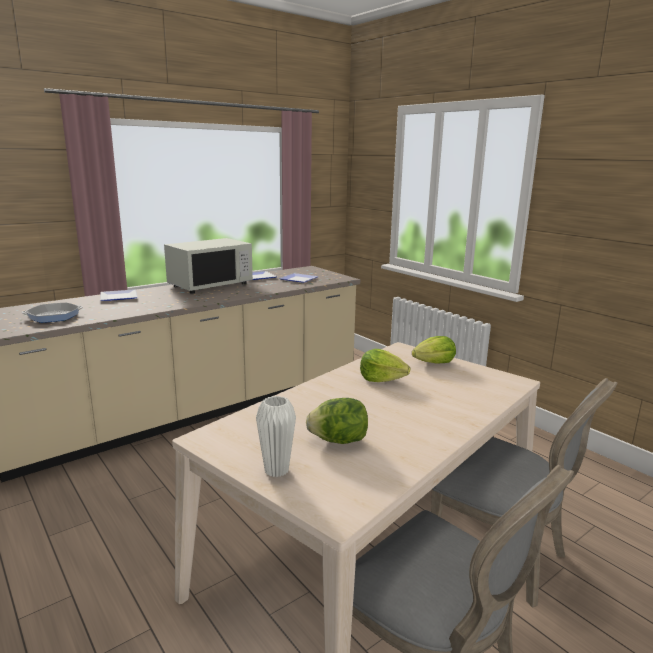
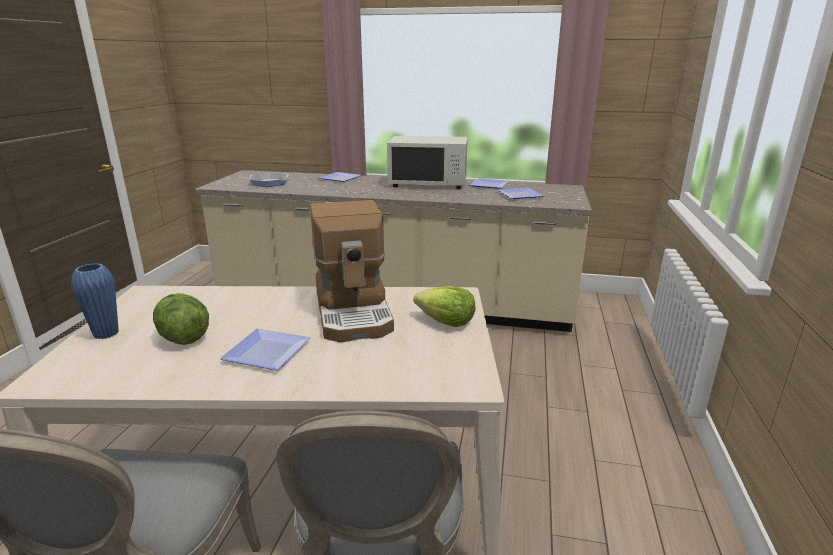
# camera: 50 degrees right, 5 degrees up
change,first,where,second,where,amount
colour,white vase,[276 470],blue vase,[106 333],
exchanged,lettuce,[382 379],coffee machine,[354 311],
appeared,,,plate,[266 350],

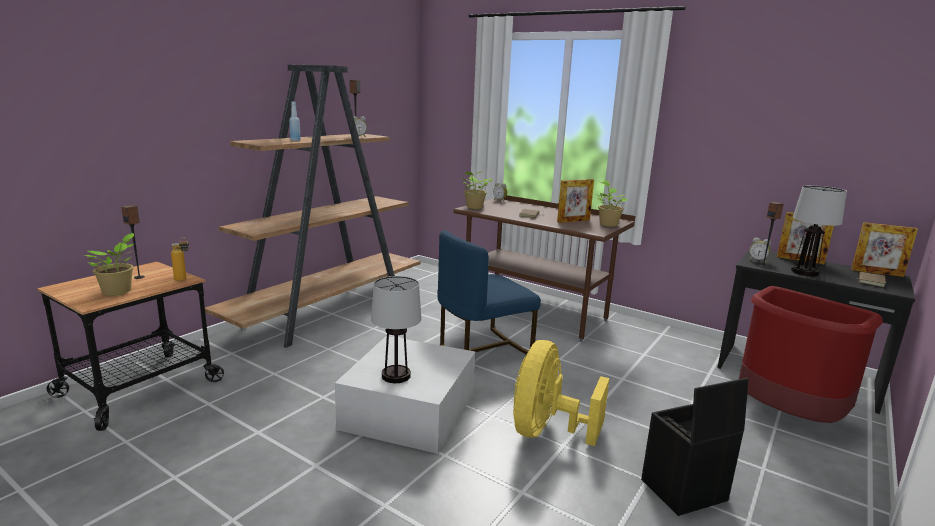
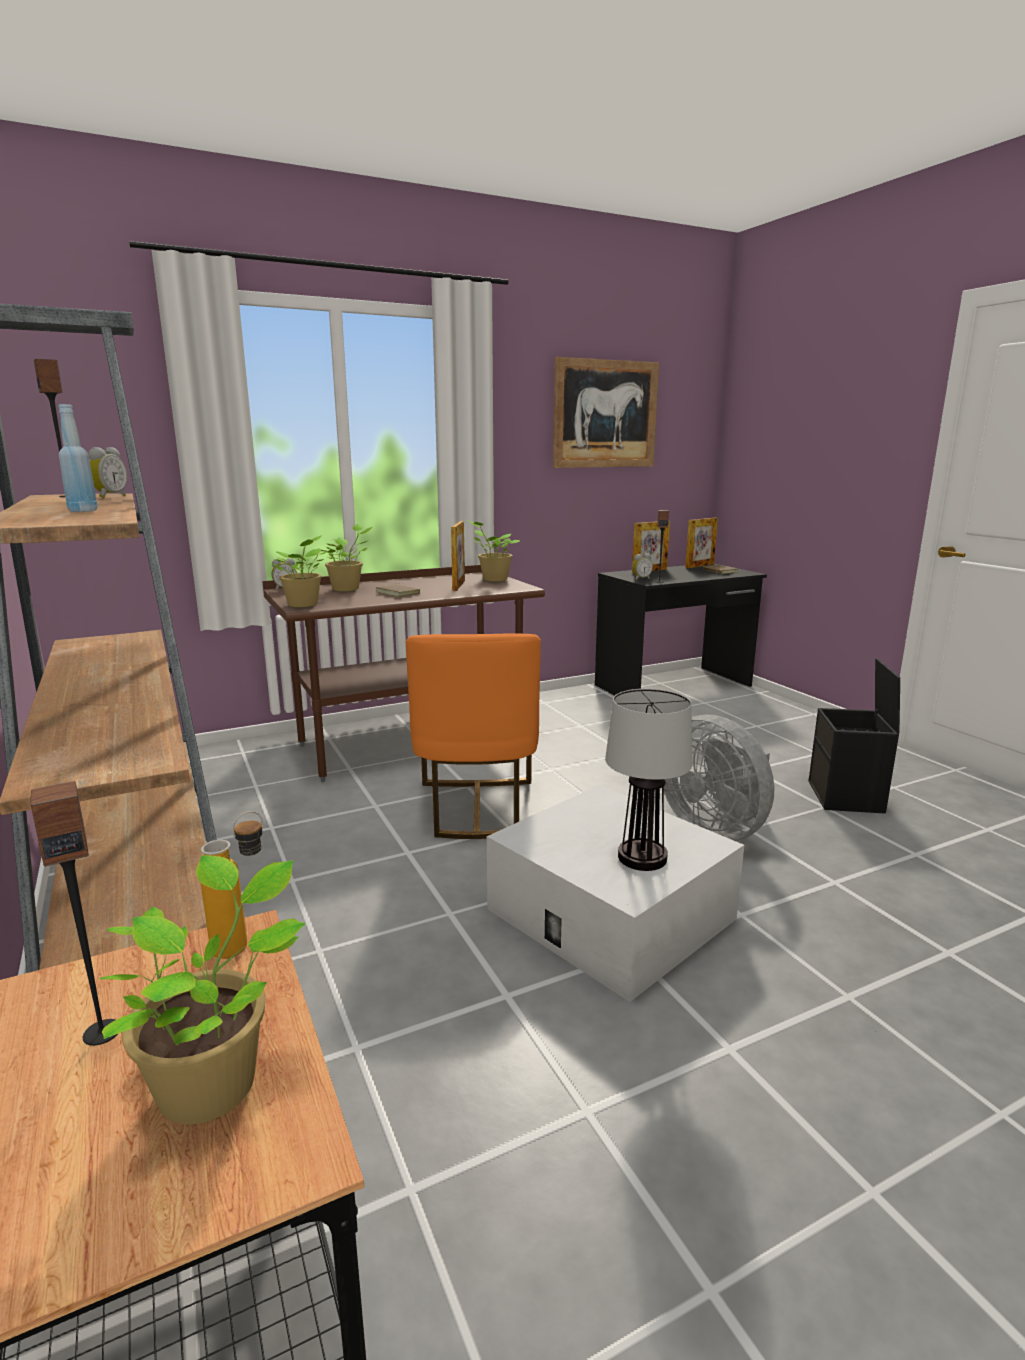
# camera: 60 degrees left, 0 degrees up
change,first,where,second,where,amount
colour,blue chair,[482 349],orange chair,[476 808],
colour,yellow fan,[547 431],grey fan,[715 829],
missing,red trash can,[787 416],,,
missing,table lamp,[805 272],,,
appeared,,,potted plant,[348 589],
appeared,,,picture,[605 414],

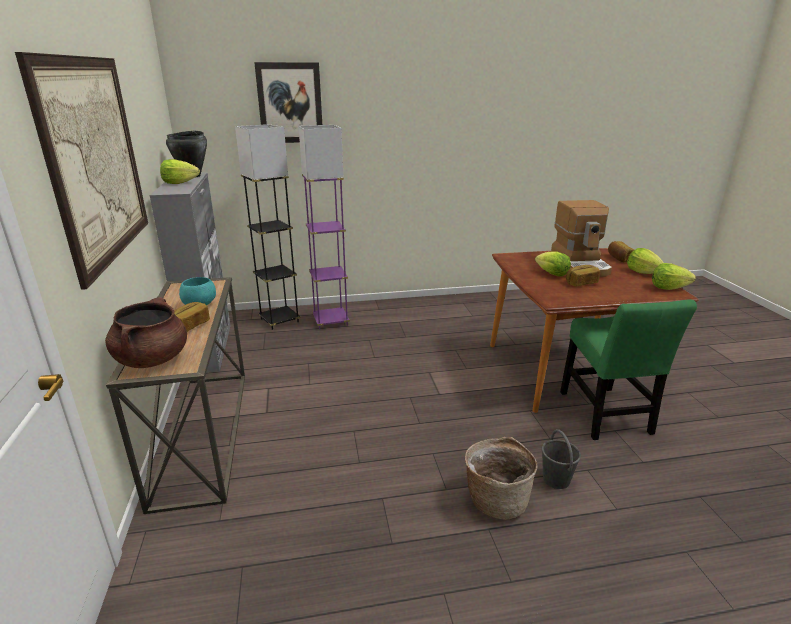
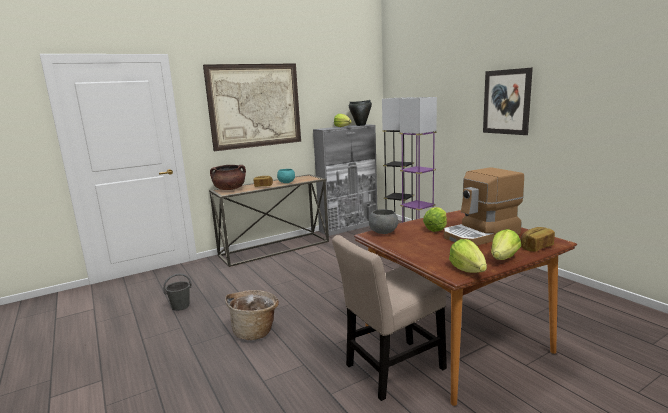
# camera: 70 degrees right, 10 degrees down
change,first,where,second,where,amount
relocated,picture,[290 103],,[507 102],
relocated,grey bucket,[556 479],,[181 306],
colour,green chair,[606 415],beige chair,[391 369],
missing,bread,[581 283],,,
appeared,,,grey bowl,[383 233],

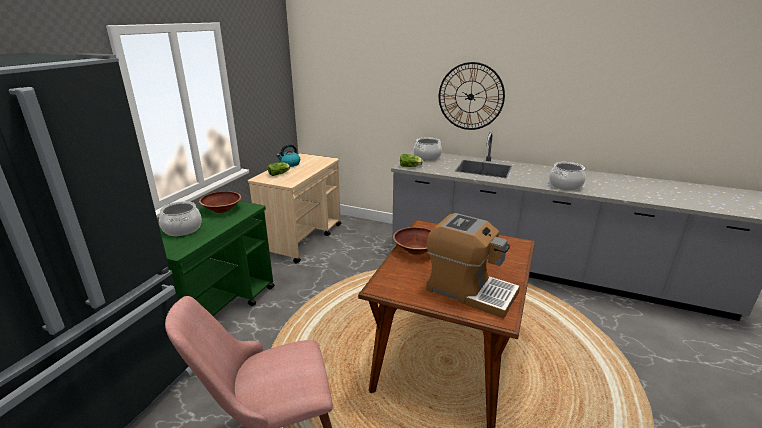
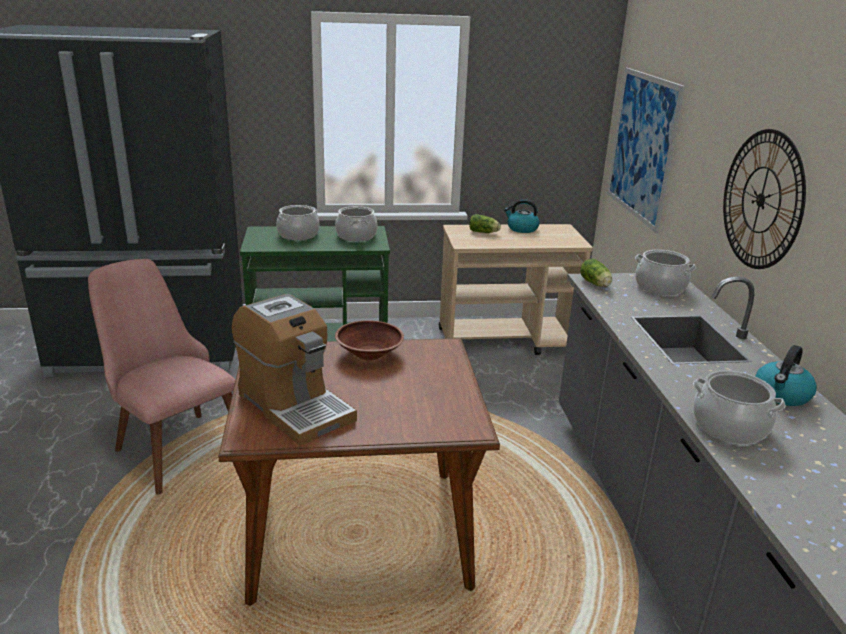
# camera: 60 degrees right, 0 degrees up
change,first,where,second,where,amount
exchanged,brown bowl,[222 209],cooking pot,[356 236],
spun,coffee machine,[469 291],,[294 406],45 degrees counterclockwise
appeared,,,picture,[642 146],
appeared,,,kettle,[781 395],

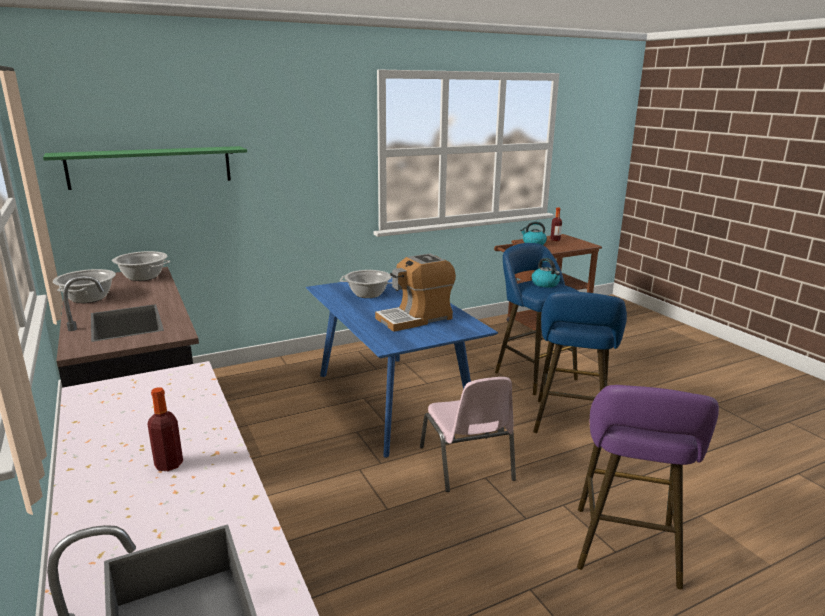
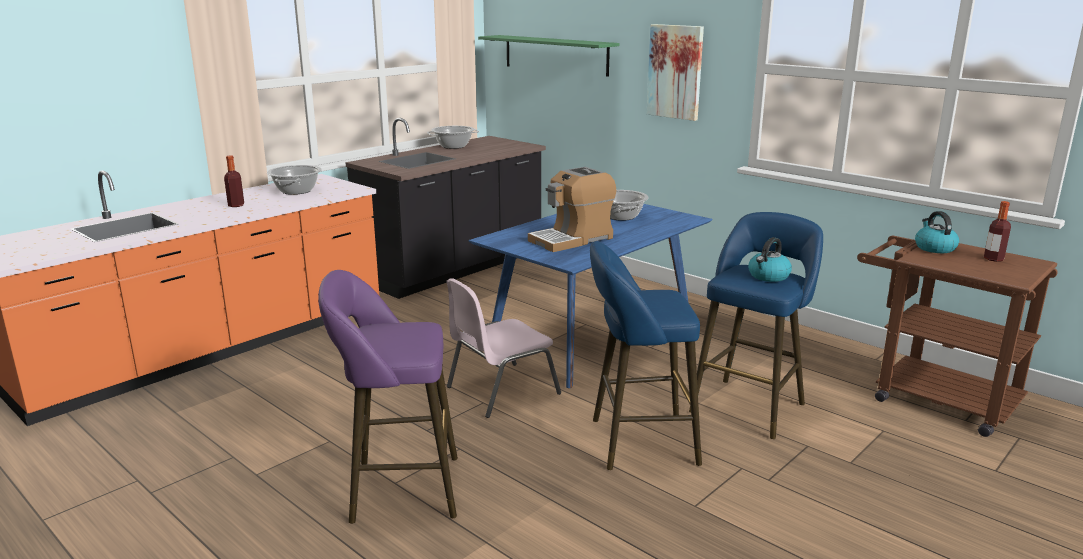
# camera: 70 degrees right, 0 degrees up
change,first,where,second,where,amount
relocated,cooking pot,[143 277],,[296 191],
spun,coffee machine,[415 318],,[572 239],75 degrees counterclockwise
appeared,,,picture,[675 72],

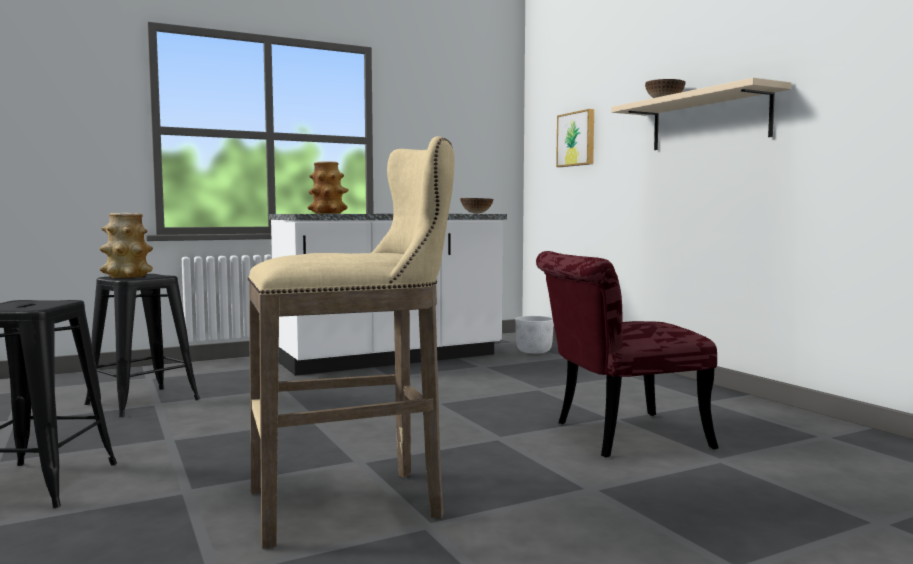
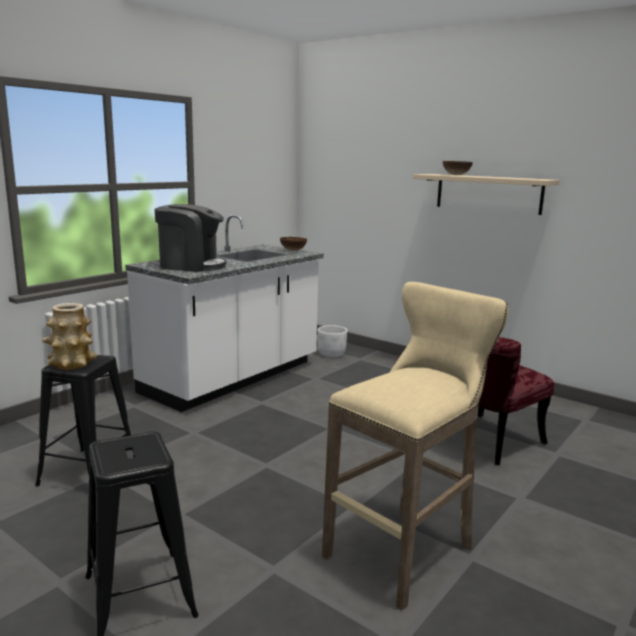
# camera: 25 degrees left, 10 degrees up
change,first,where,second,where,amount
exchanged,vase,[328 213],coffee machine,[191 266],
missing,picture,[577 139],,,

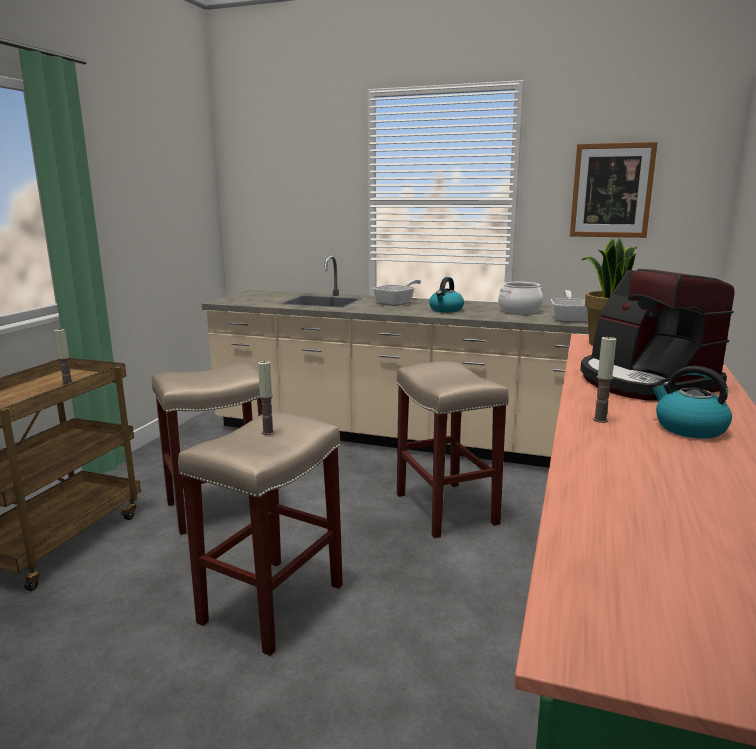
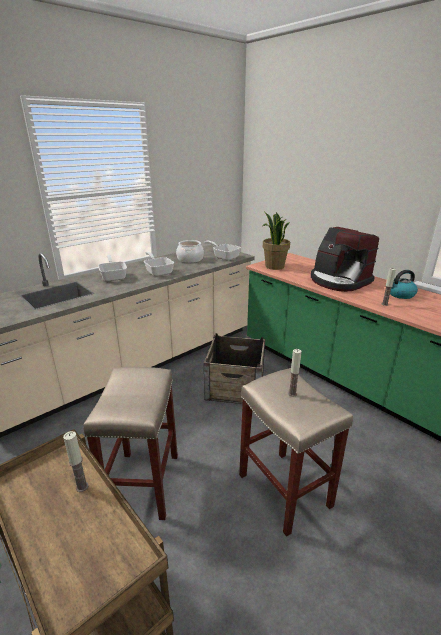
# camera: 60 degrees left, 10 degrees up
change,first,where,second,where,amount
exchanged,beige stool,[447 509],crate,[235 386],
exchanged,kettle,[446 310],frying pan,[158 272],
missing,picture,[611 190],,,
spun,coffee machine,[644 382],,[339 281],45 degrees clockwise

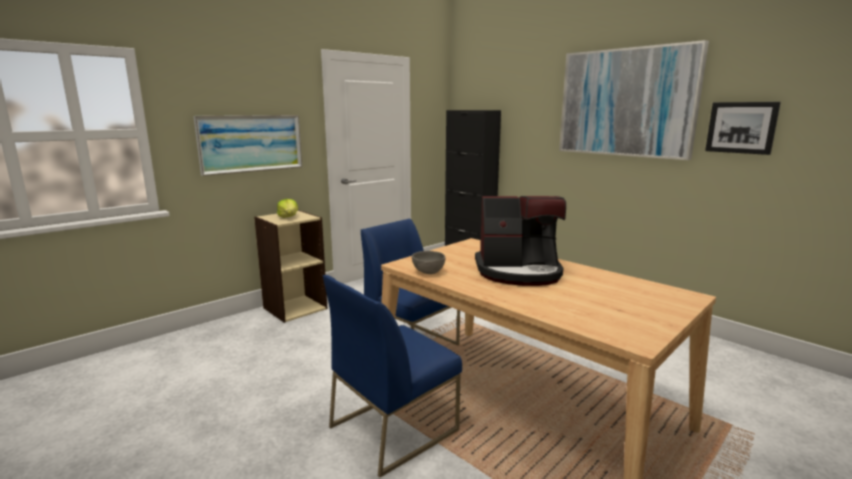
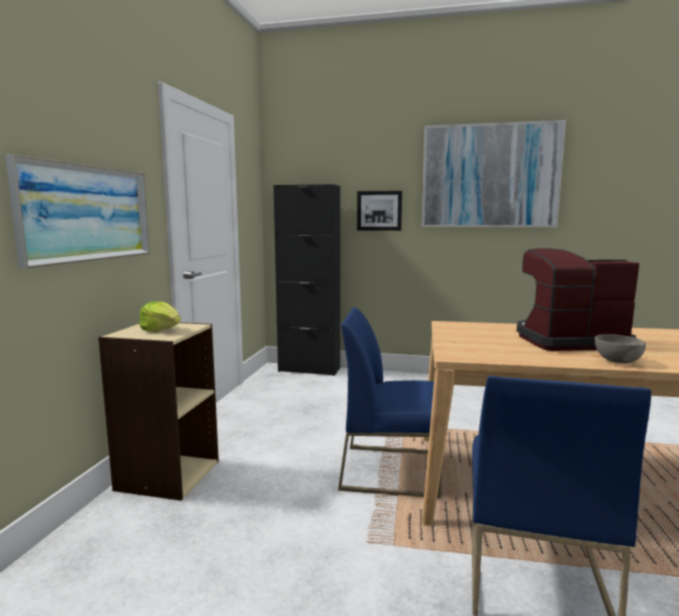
# camera: 35 degrees left, 5 degrees down
change,first,where,second,where,amount
relocated,grey bowl,[428 272],,[618 362],
spun,coffee machine,[519 272],,[567 340],150 degrees counterclockwise
relocated,picture,[741 127],,[379 210],

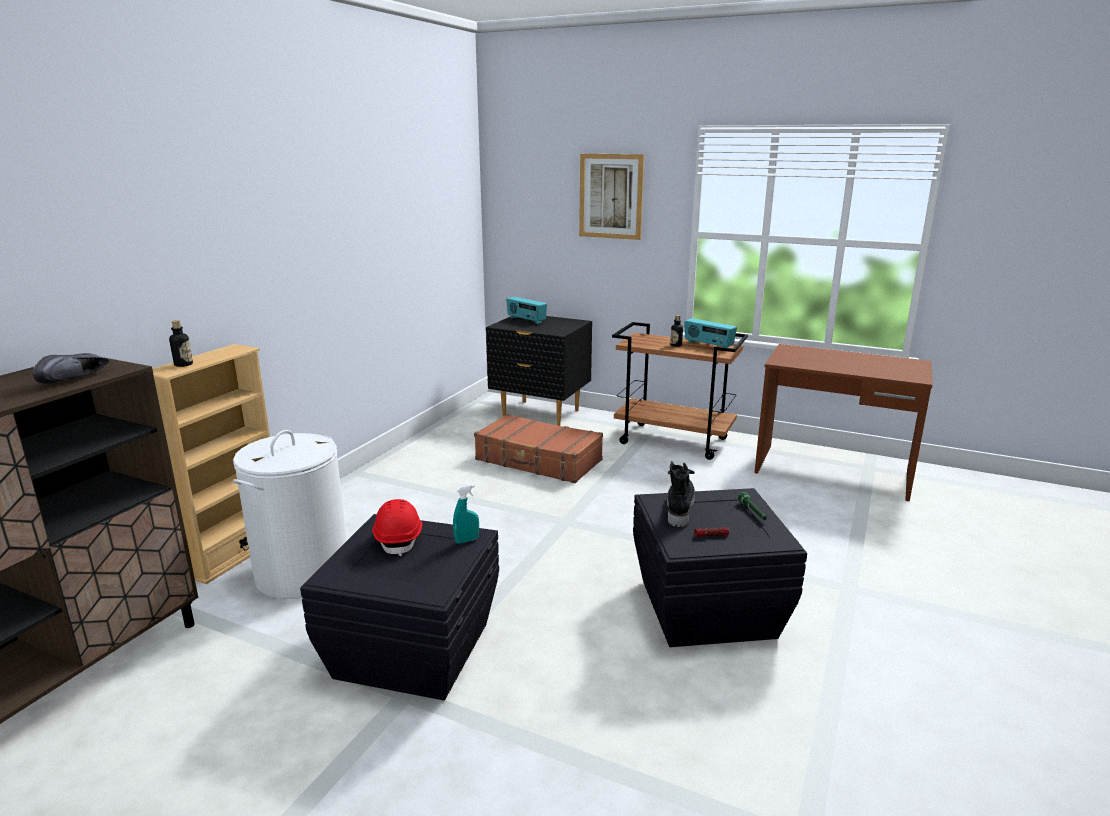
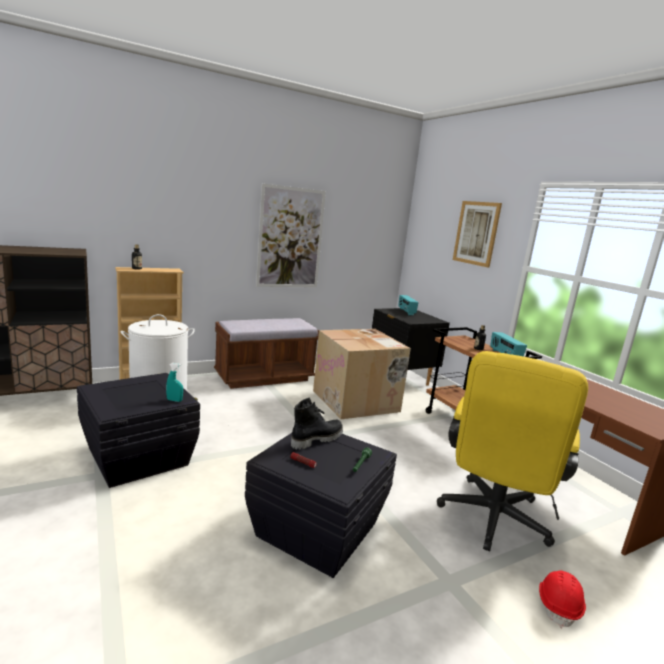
# camera: 35 degrees right, 5 degrees down
change,first,where,second,where,amount
missing,black shoe,[77 379],,,
relocated,red hard hat,[399 539],,[559 605],
exchanged,brown suitcase,[538 461],cardboard box,[357 401],
appeared,,,brown bench,[264 377],
appeared,,,picture,[290 238],
appeared,,,yellow office chair,[491 521],

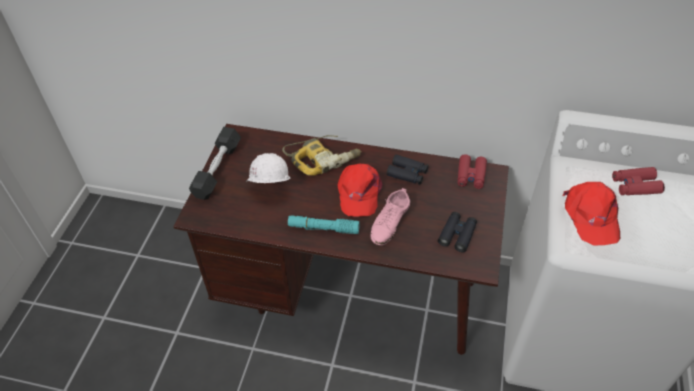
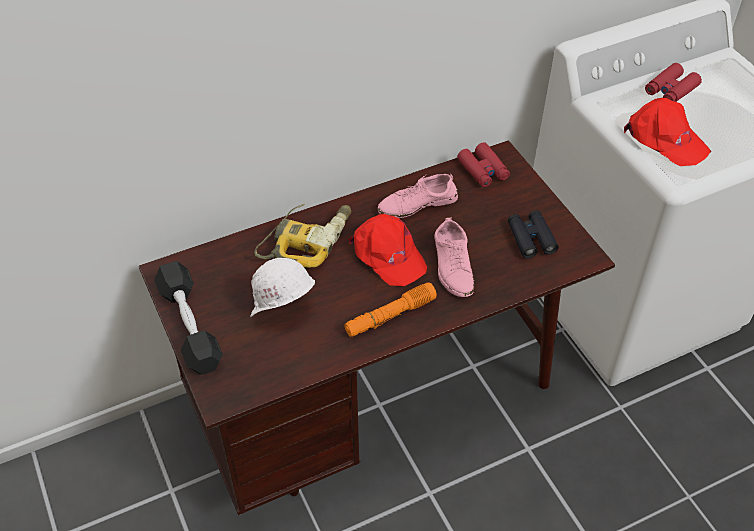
# camera: 40 degrees left, 0 degrees up
change,first,where,second,where,amount
colour,turquoise flashlight,[323 228],orange flashlight,[390 316],
exchanged,black binoculars,[407 173],pink shoe,[417 204],

